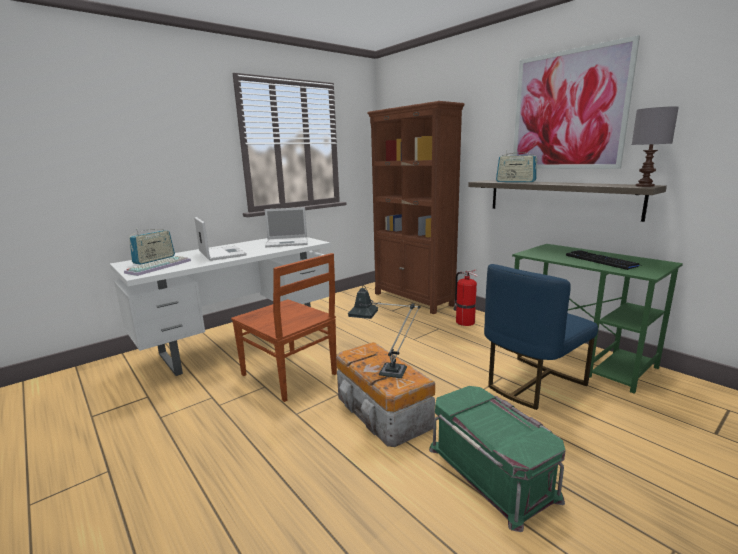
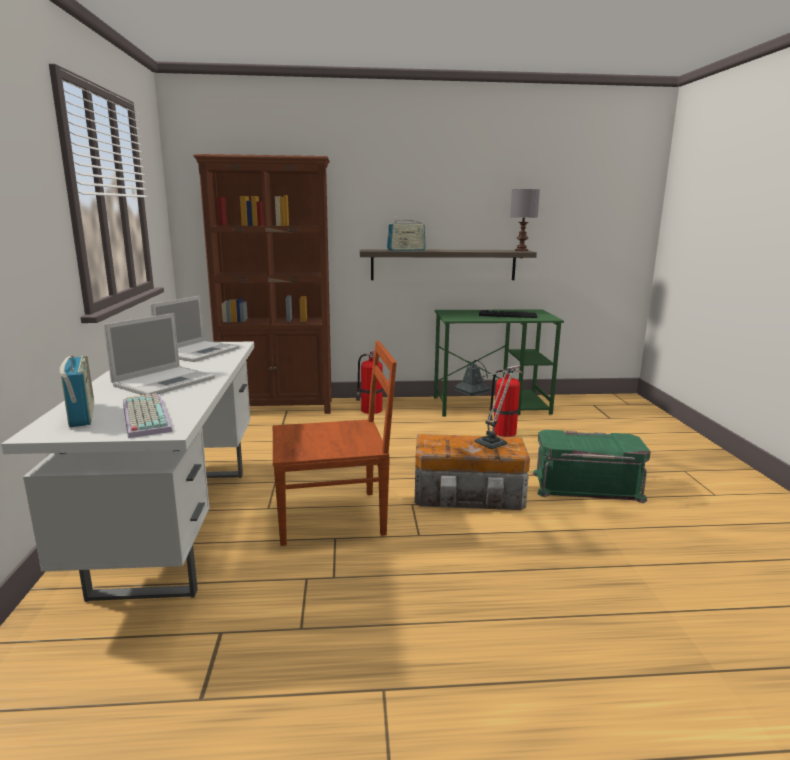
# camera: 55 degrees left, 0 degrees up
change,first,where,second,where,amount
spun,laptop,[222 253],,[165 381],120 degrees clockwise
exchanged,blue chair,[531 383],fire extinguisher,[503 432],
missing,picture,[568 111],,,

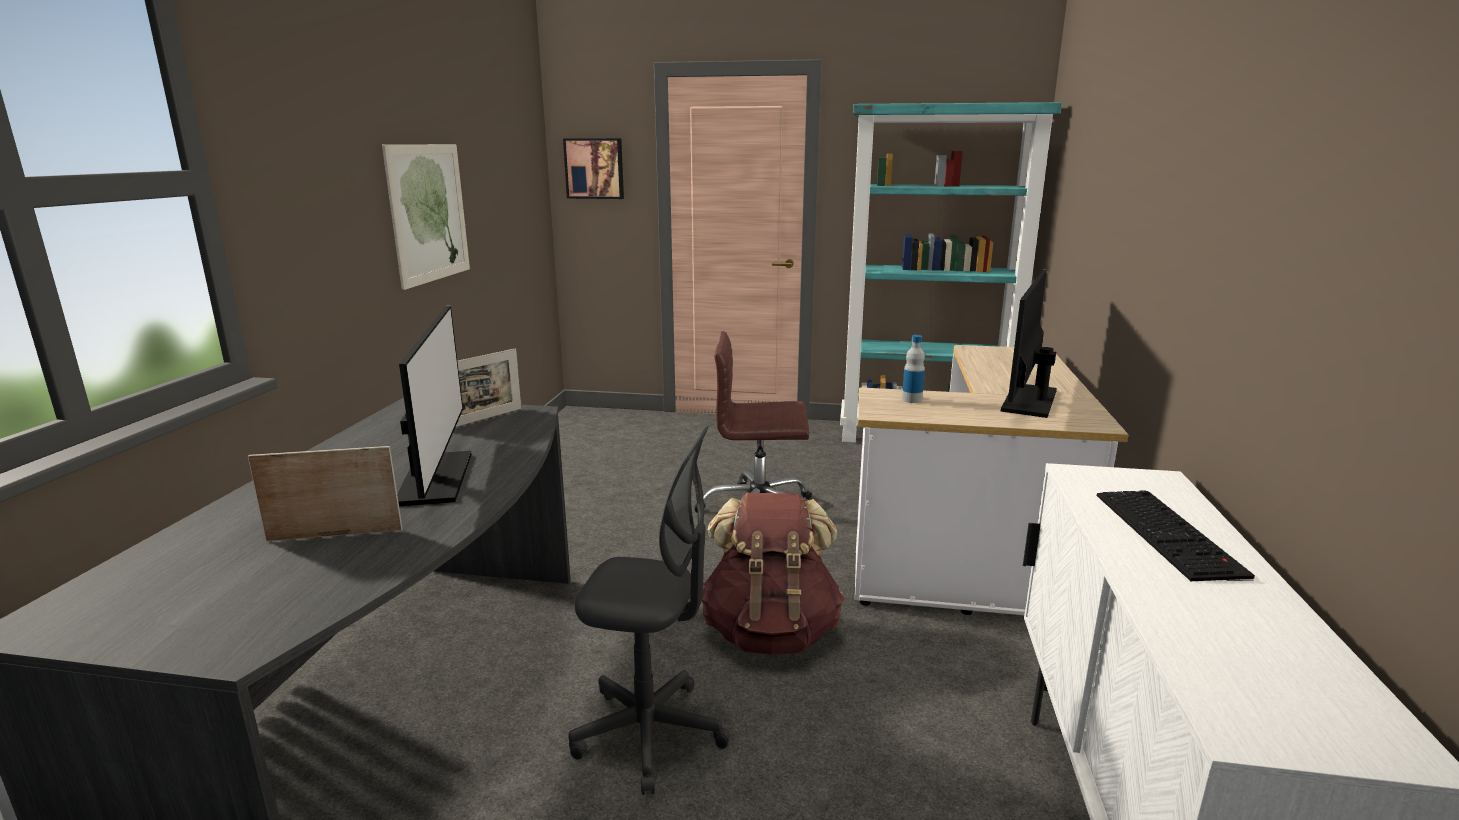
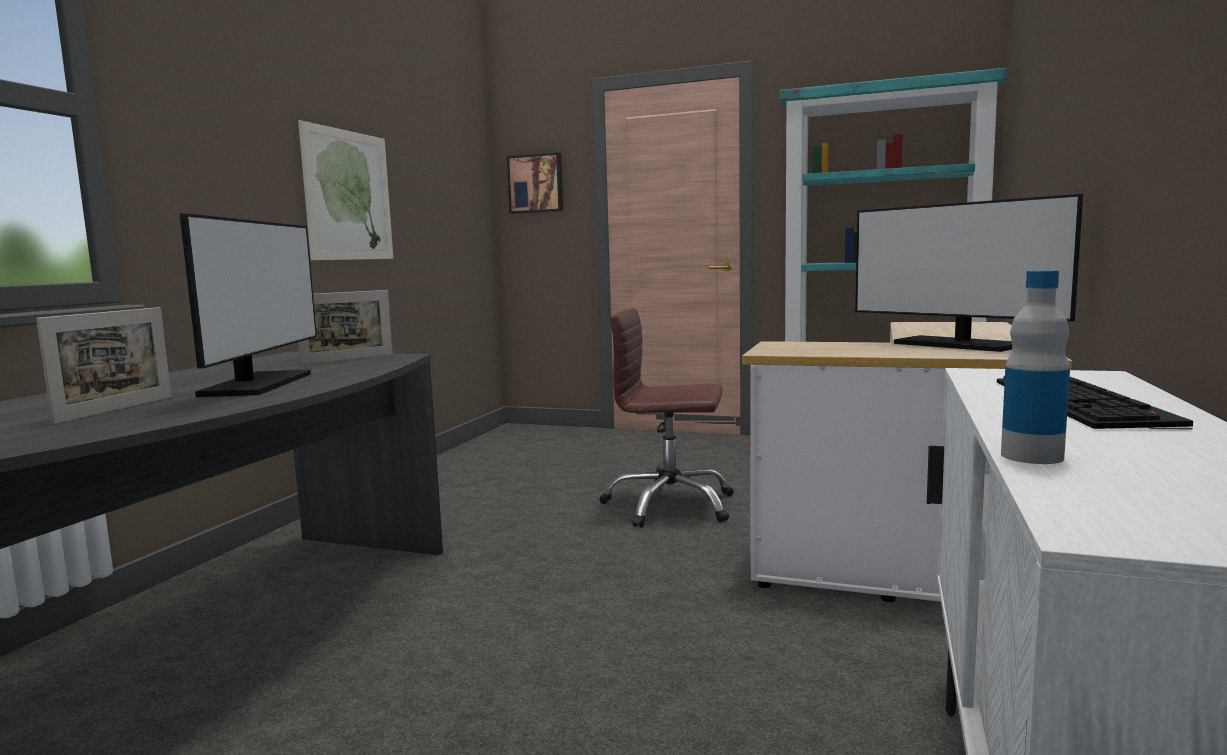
# camera: 10 degrees right, 10 degrees down
change,first,where,second,where,amount
spun,picture frame,[335 535],,[116 409],105 degrees clockwise
missing,grey office chair,[650 733],,,
missing,brown backpack,[770 632],,,
relocated,bottle,[911 399],,[1031 456],
spun,monitor,[1029 401],,[957 345],75 degrees counterclockwise

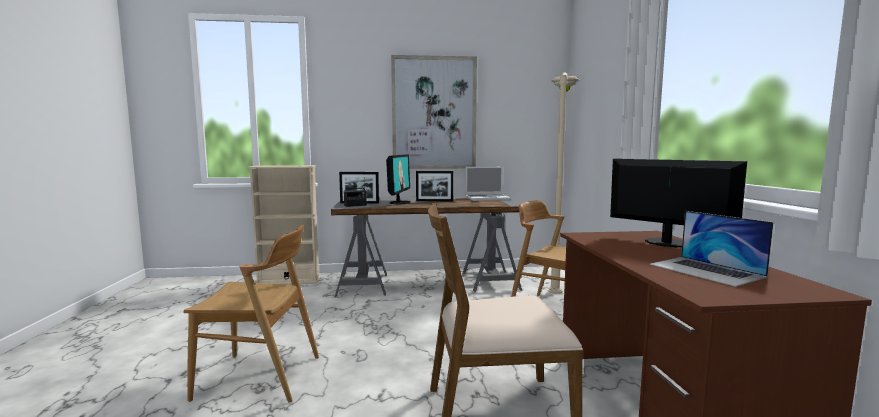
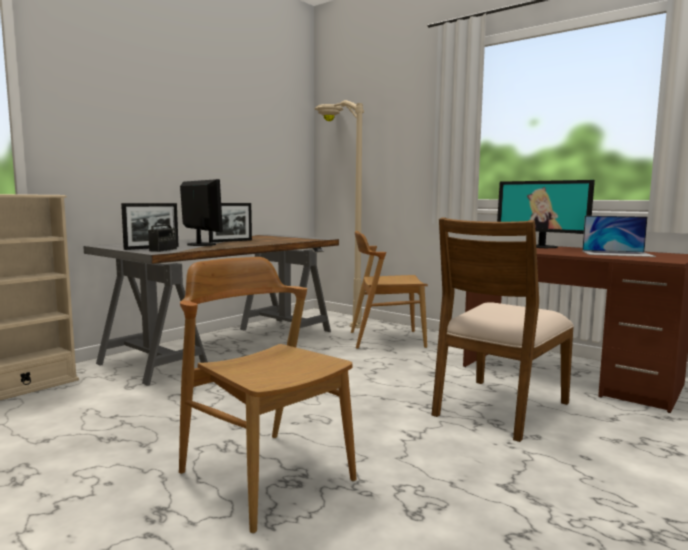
# camera: 45 degrees left, 0 degrees up
change,first,where,second,where,amount
spun,brown chair,[259 377],,[266 476],90 degrees counterclockwise
missing,picture,[434 113],,,
missing,laptop,[487 198],,,
spun,monitor,[666 243],,[541 246],135 degrees counterclockwise

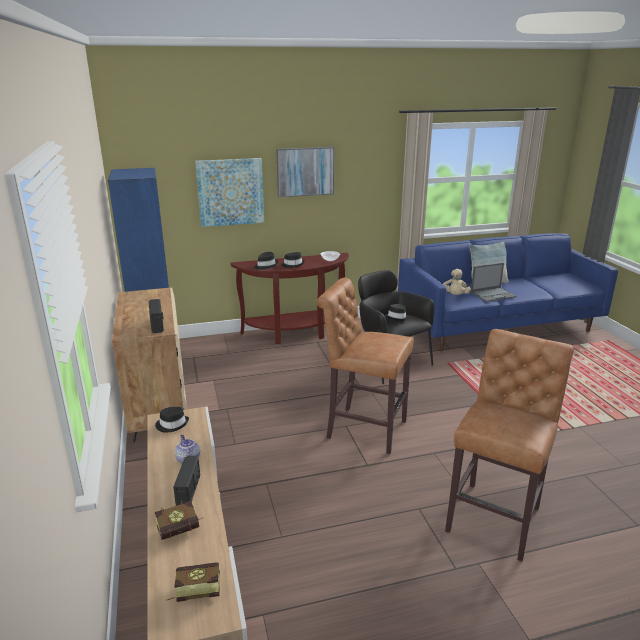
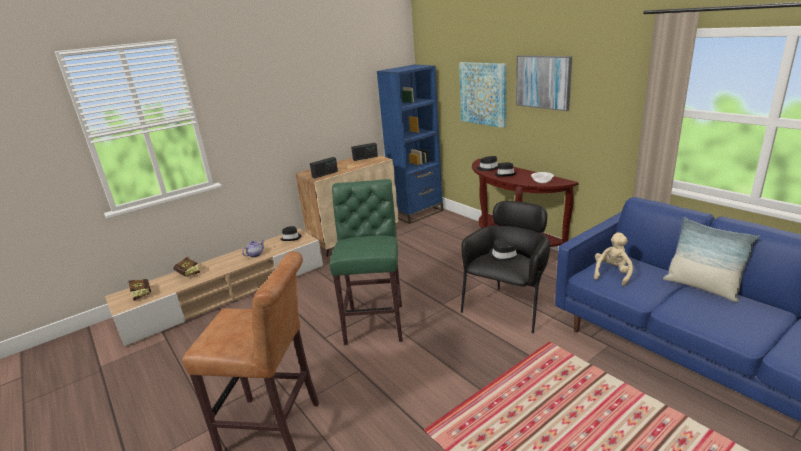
# camera: 70 degrees right, 0 degrees up
change,first,where,second,where,amount
relocated,radio,[189 491],,[365 158],
colour,brown stool,[362 428],green stool,[375 321],
spun,beige plush toy,[455 296],,[612 274],135 degrees clockwise
missing,laptop,[493 294],,,

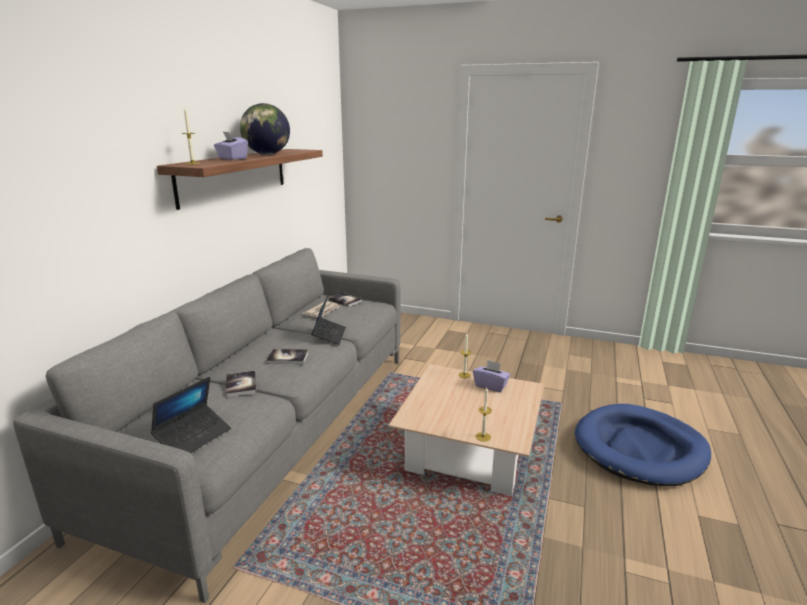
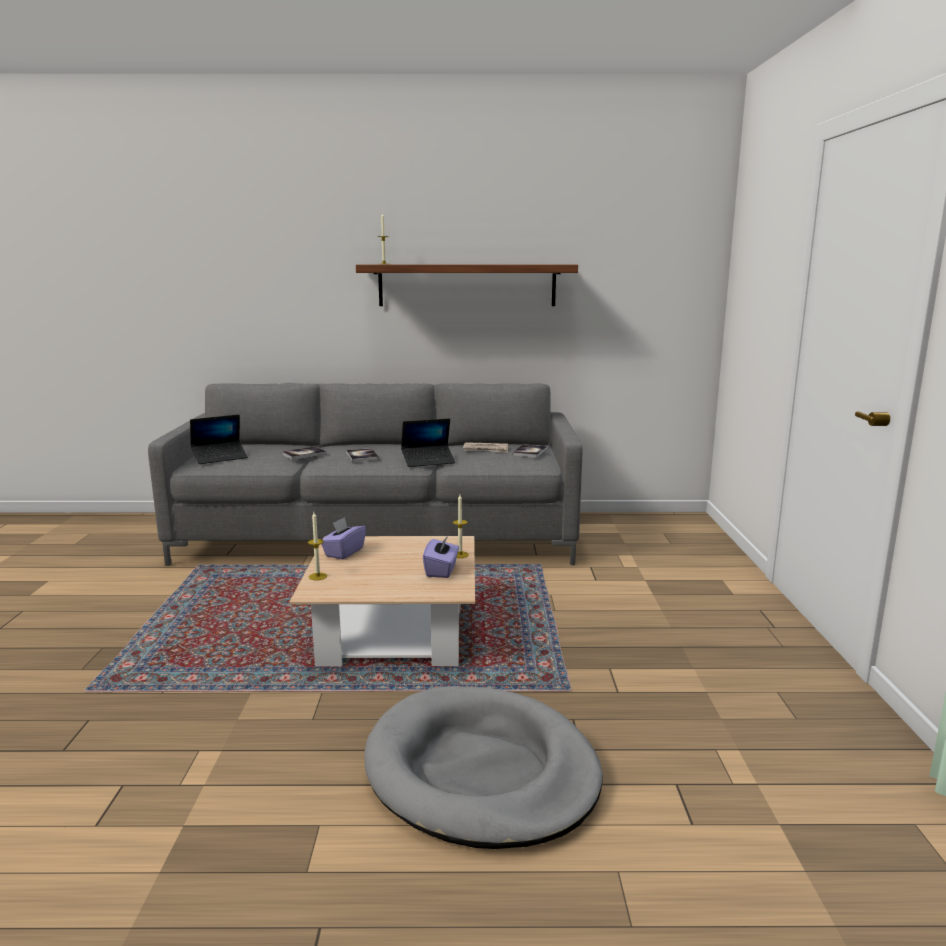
# camera: 70 degrees right, 5 degrees down
change,first,where,second,where,amount
spun,laptop,[193 437],,[220 457],45 degrees counterclockwise
relocated,purple tissue box,[232 158],,[344 552],
missing,globe,[267 154],,,
colour,blue dog bed,[640 448],grey dog bed,[481 771],

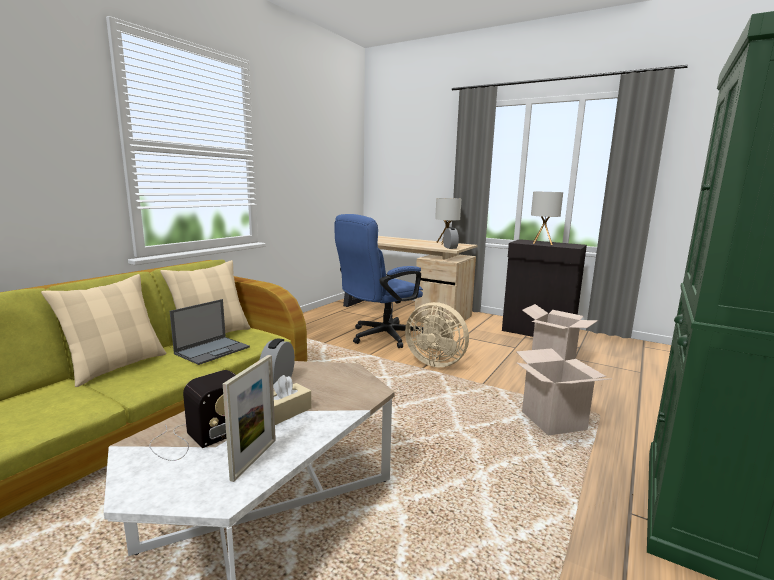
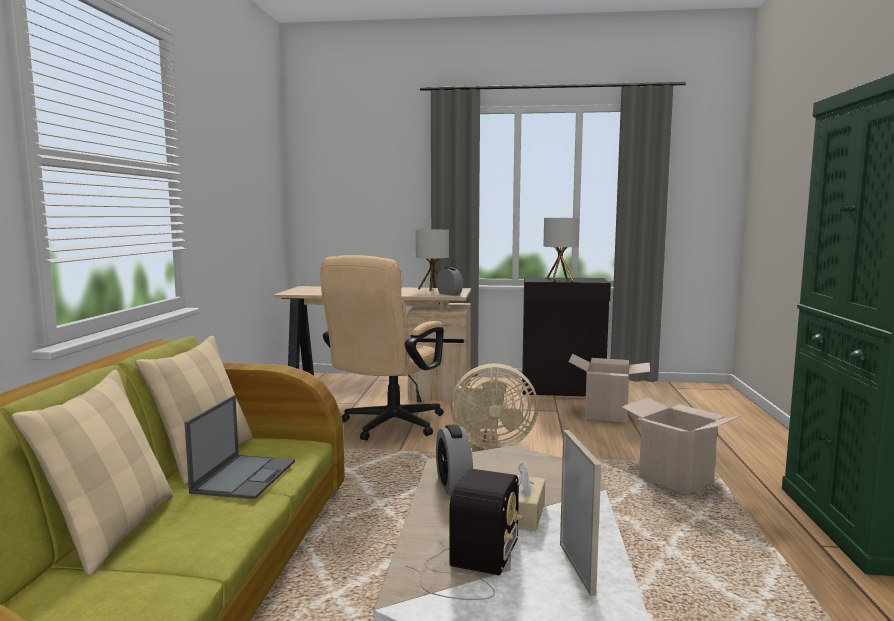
# camera: 25 degrees left, 5 degrees down
change,first,where,second,where,amount
colour,blue office chair,[380 337],beige office chair,[387 426],

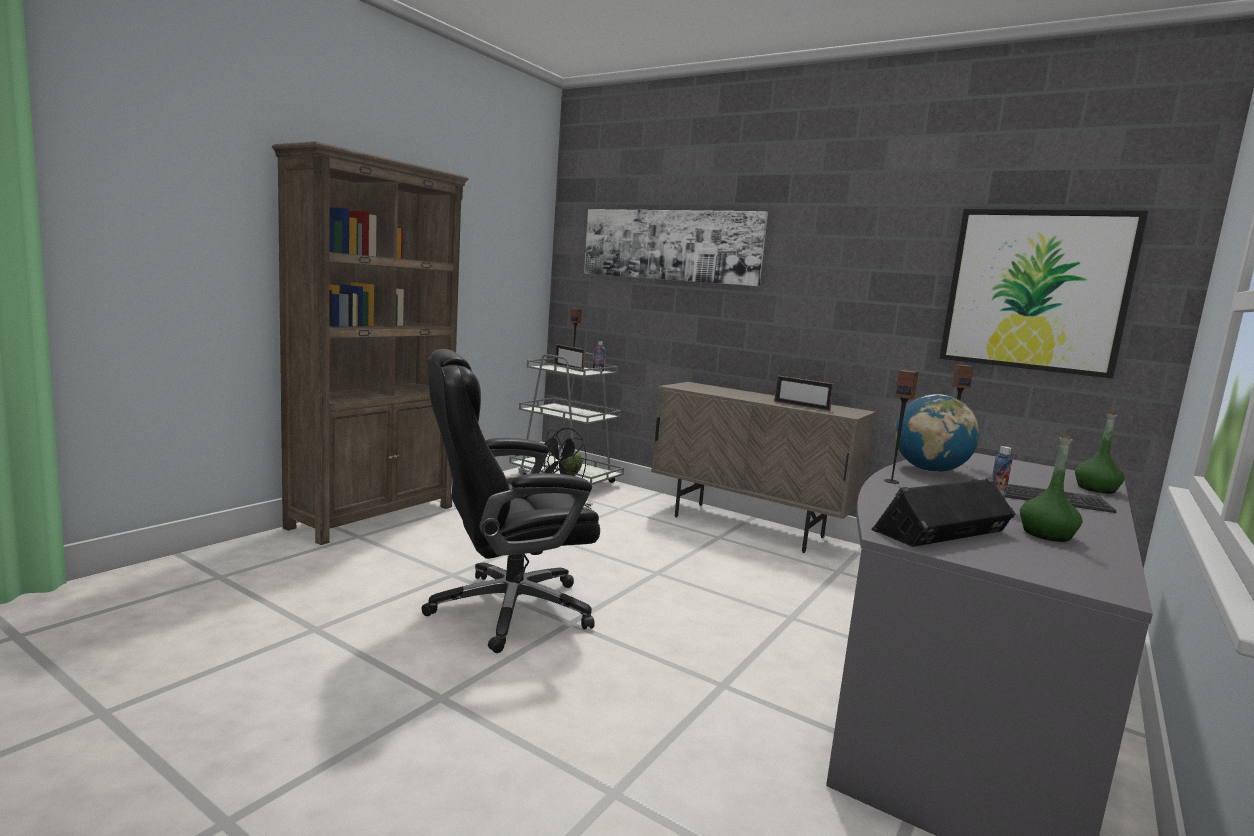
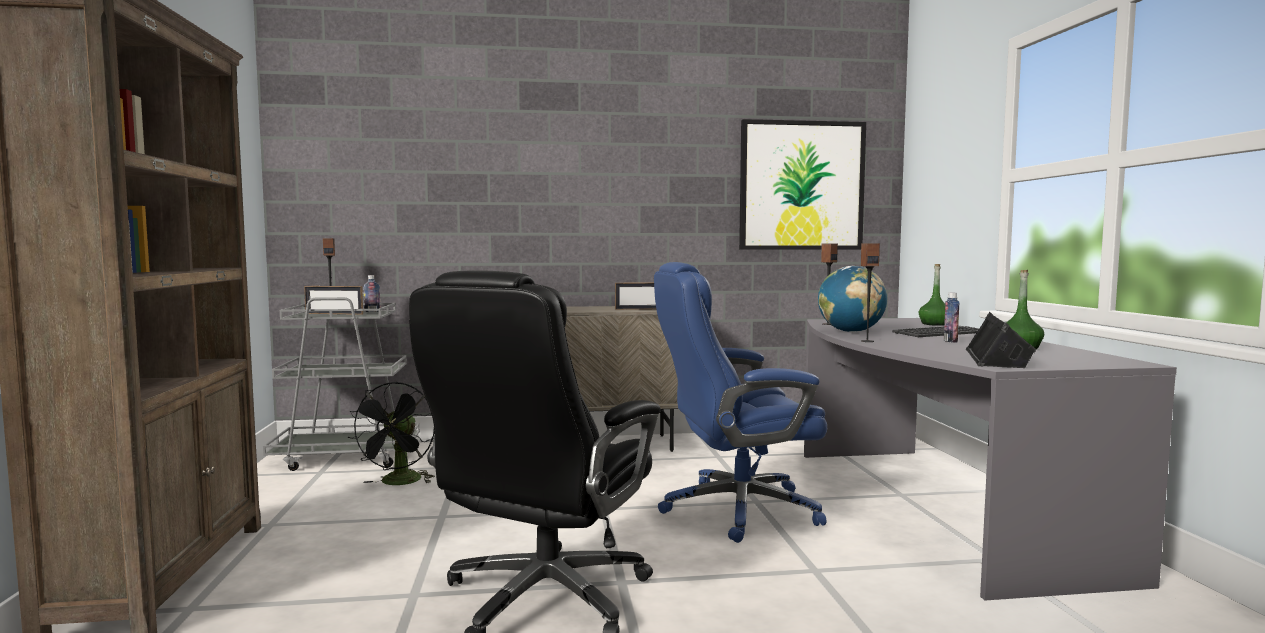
# camera: 40 degrees left, 5 degrees down
change,first,where,second,where,amount
missing,picture,[669 245],,,
appeared,,,blue office chair,[736 510],

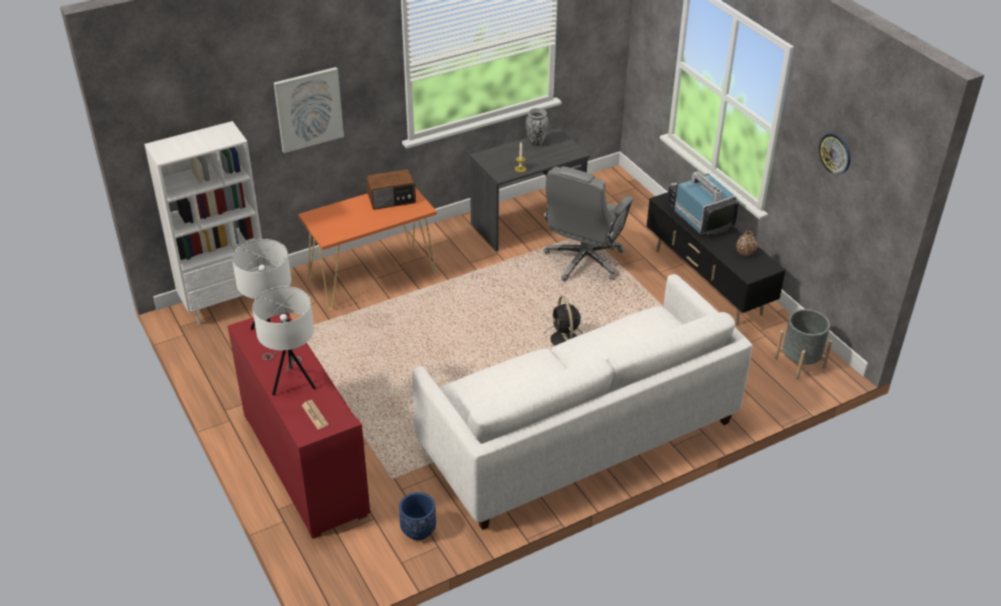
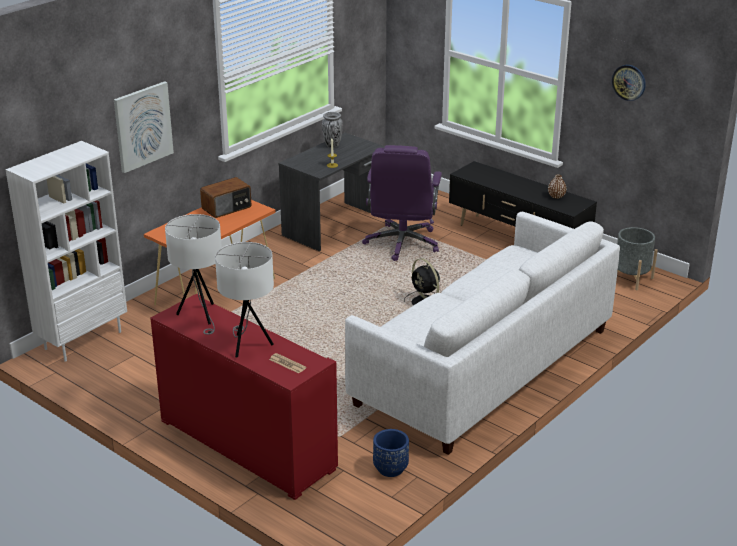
# camera: 20 degrees left, 10 degrees down
change,first,where,second,where,amount
colour,grey office chair,[583 261],purple office chair,[402 243],
missing,television,[699 217],,,

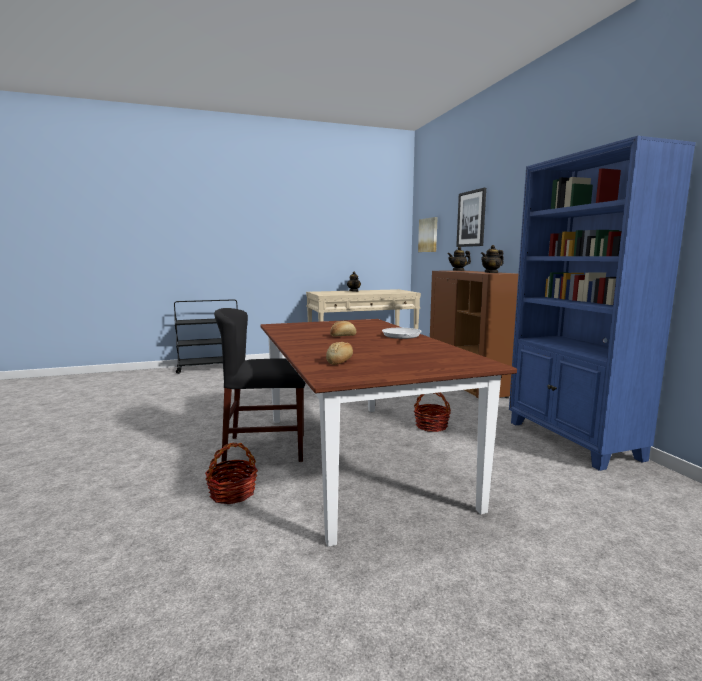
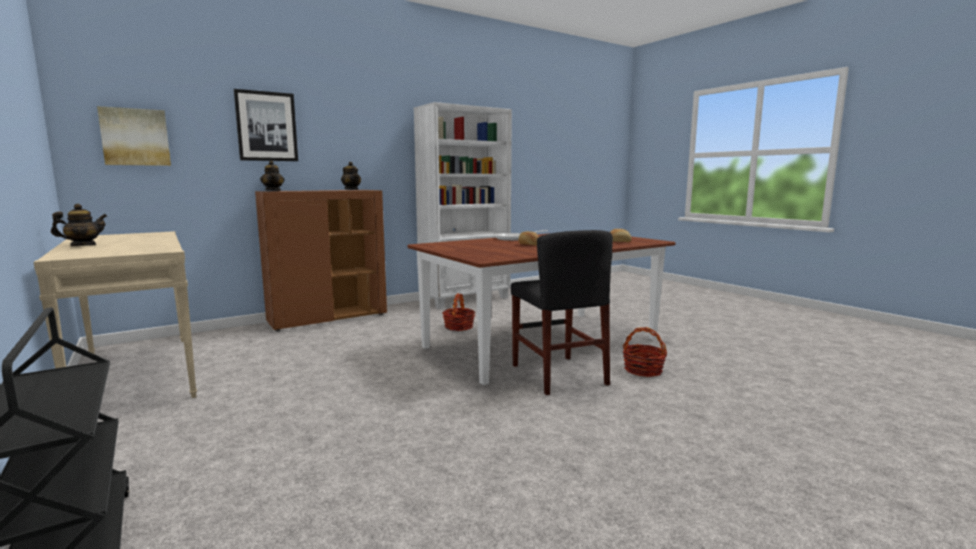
# camera: 105 degrees left, 0 degrees up
change,first,where,second,where,amount
colour,blue bookcase,[572 440],white bookcase,[465 299],

